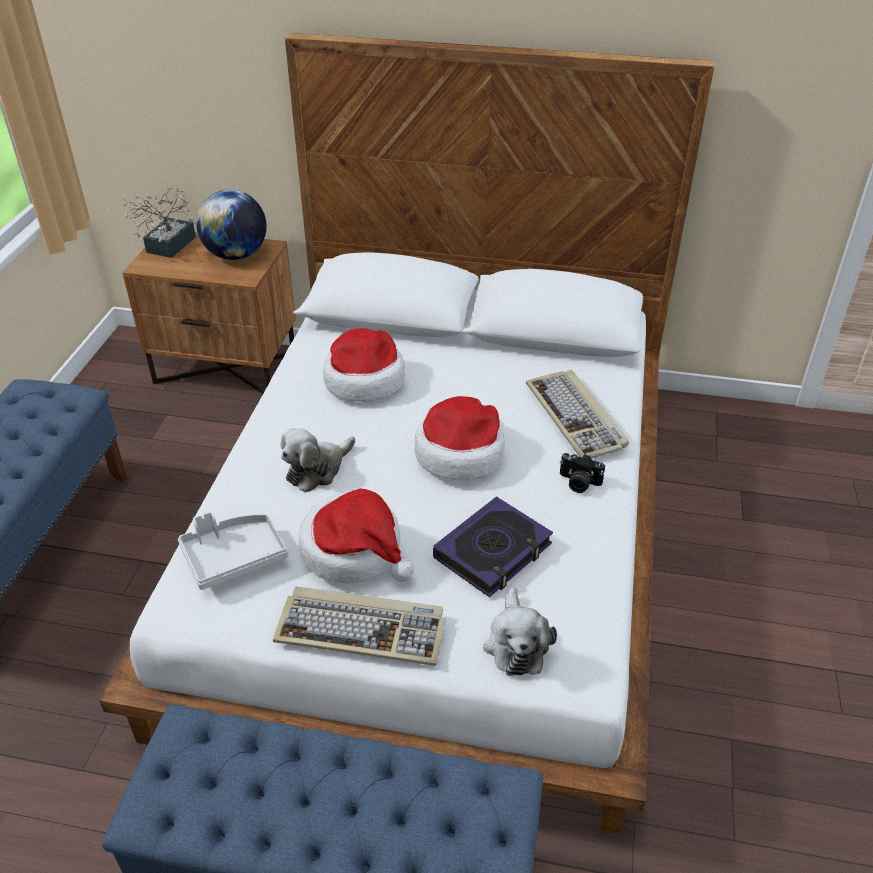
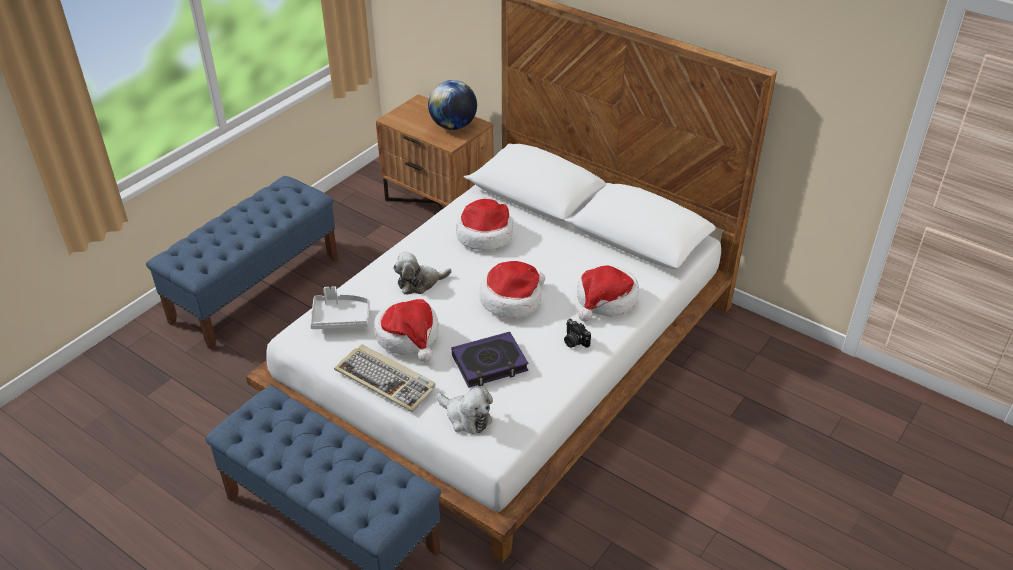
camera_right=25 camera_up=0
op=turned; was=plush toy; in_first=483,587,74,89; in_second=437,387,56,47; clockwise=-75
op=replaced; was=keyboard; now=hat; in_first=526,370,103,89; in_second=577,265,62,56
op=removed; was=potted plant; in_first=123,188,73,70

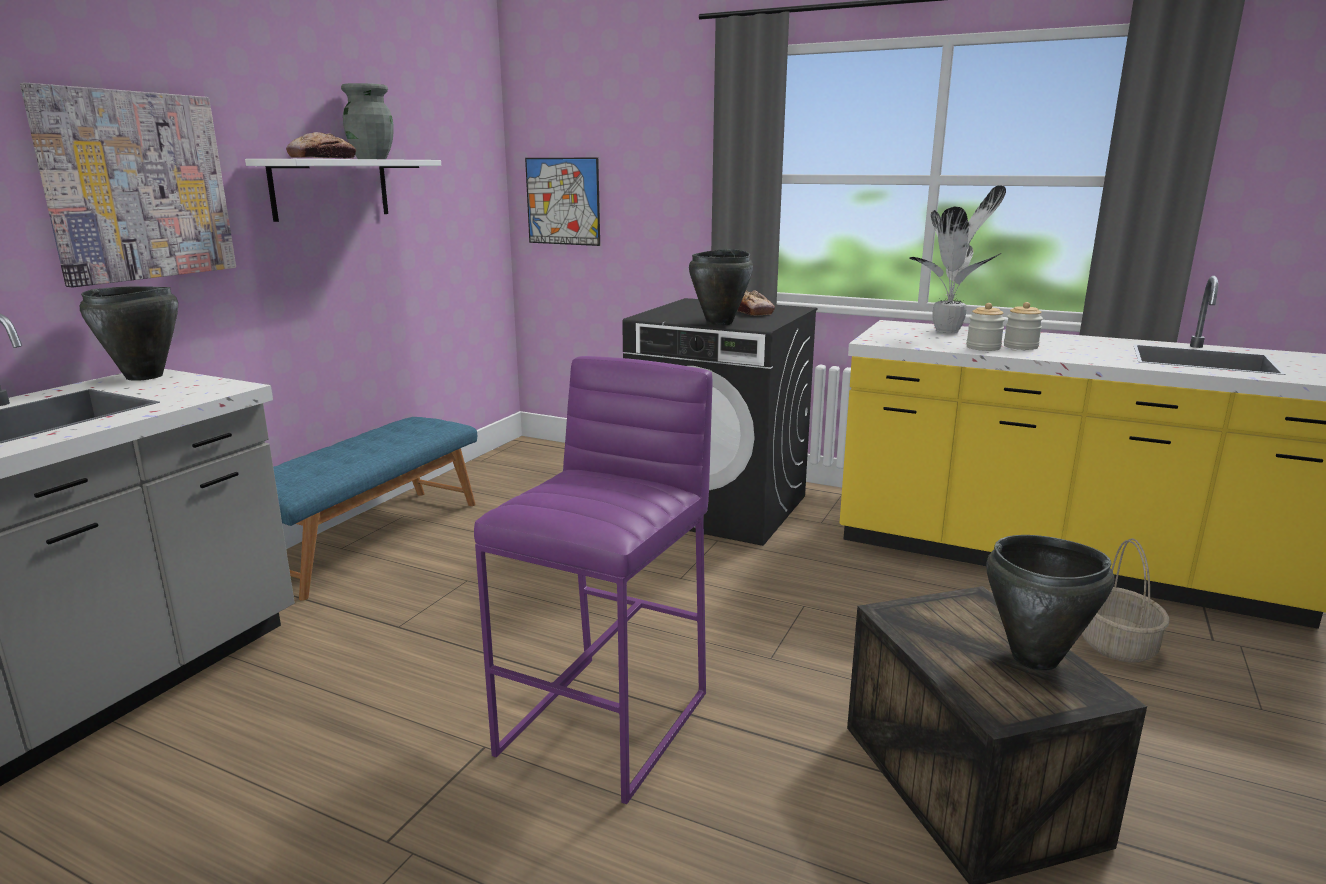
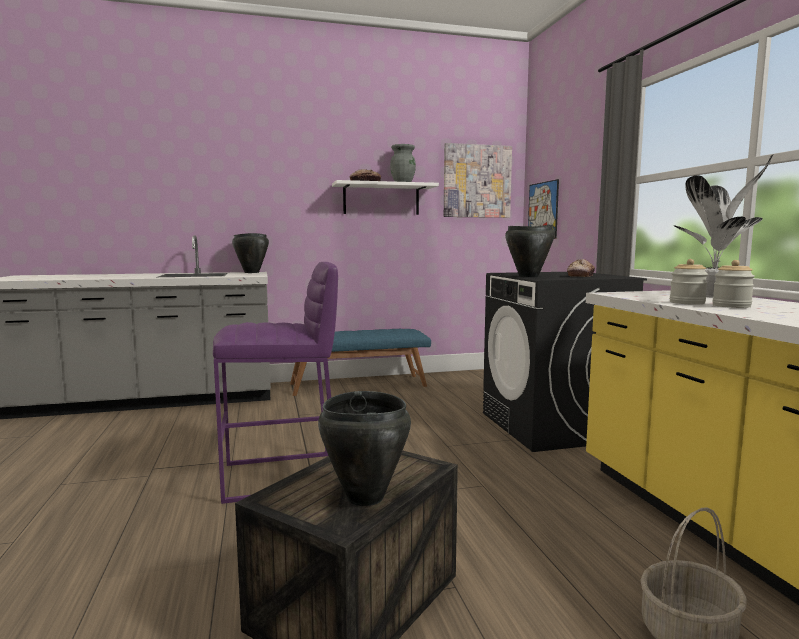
camera_right=50 camera_up=-10
op=moved; was=picture; in_first=20,83,216,204; in_second=444,143,68,75

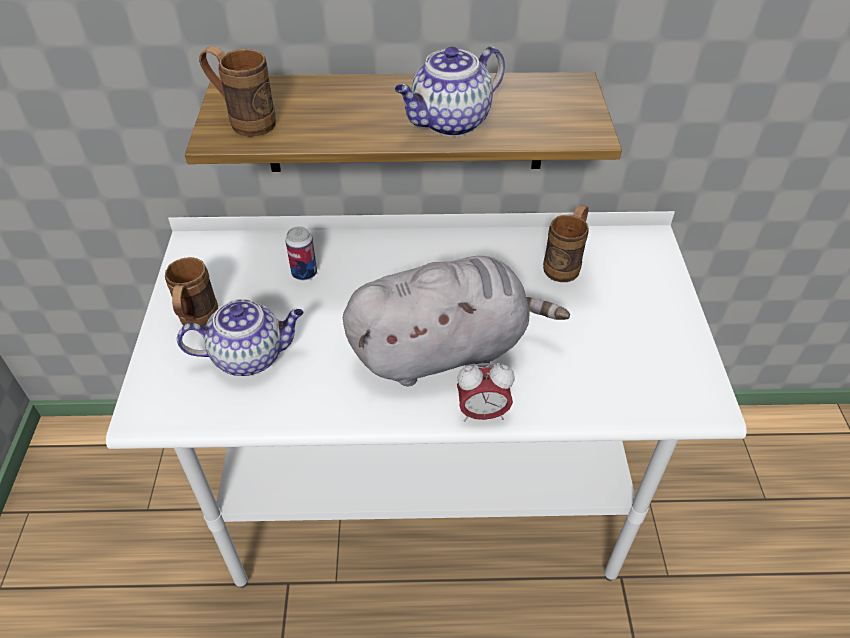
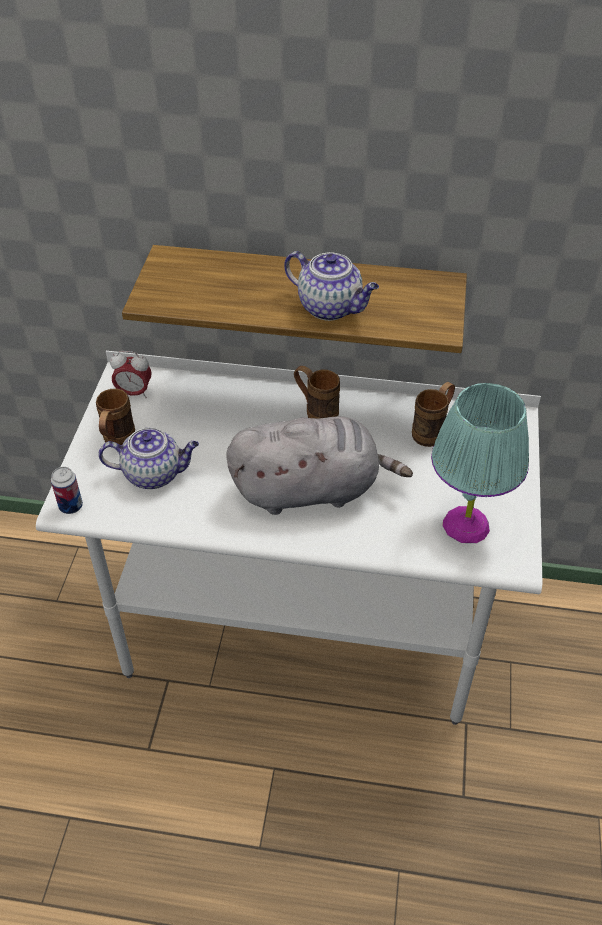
camera_right=10 camera_up=0
op=moved; was=can; in_first=285,226,32,54; in_second=51,467,32,47
op=moved; was=alarm clock; in_first=457,363,58,59; in_second=110,351,42,47
op=turned; was=teapot; in_first=395,46,110,91; in_second=284,251,95,70; clockwise=-120
op=moved; was=mug in brown; in_first=199,46,77,91; in_second=294,366,46,53
op=added; now=table lamp in turquoise; in_second=431,383,98,160

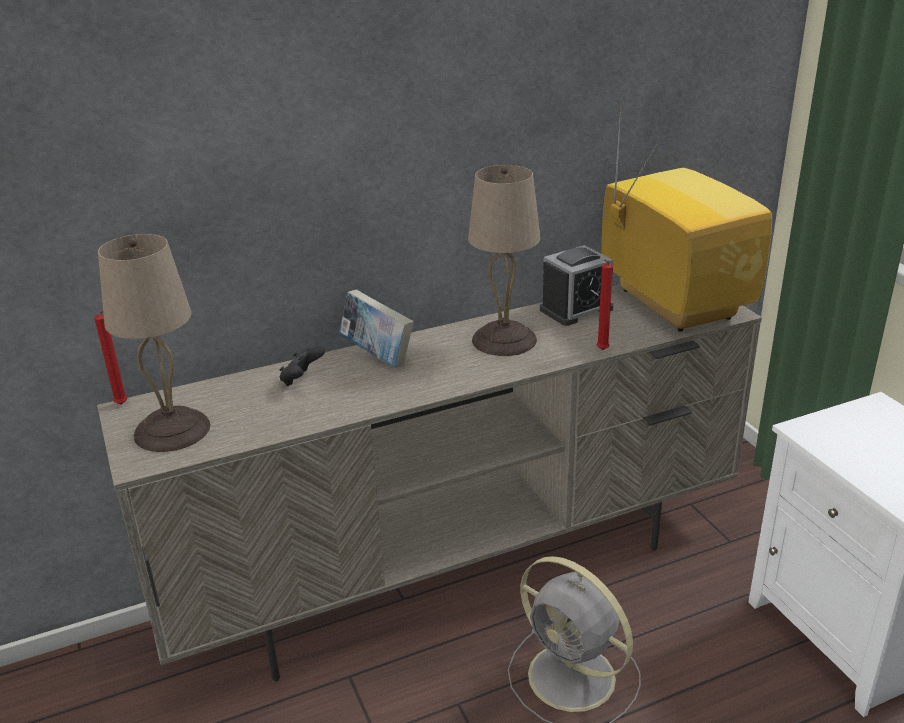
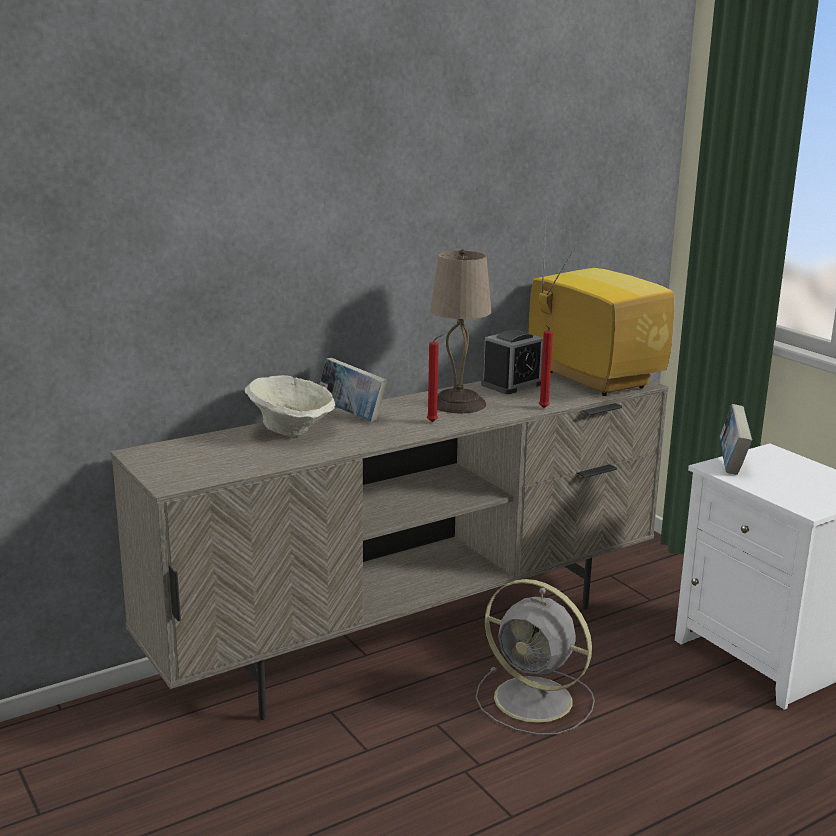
camera_right=-10 camera_up=-10
op=replaced; was=game controller in black; now=bowl in beige; in_first=279,346,46,40; in_second=245,375,90,61
op=moved; was=candle in red; in_first=94,310,34,95; in_second=427,334,17,88
op=added; now=book; in_second=719,404,33,71
op=removed; was=table lamp in beige; in_first=98,234,112,218

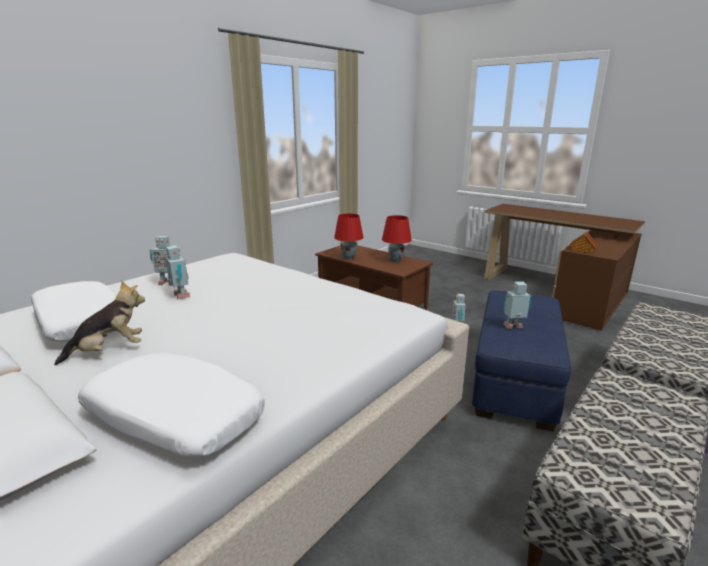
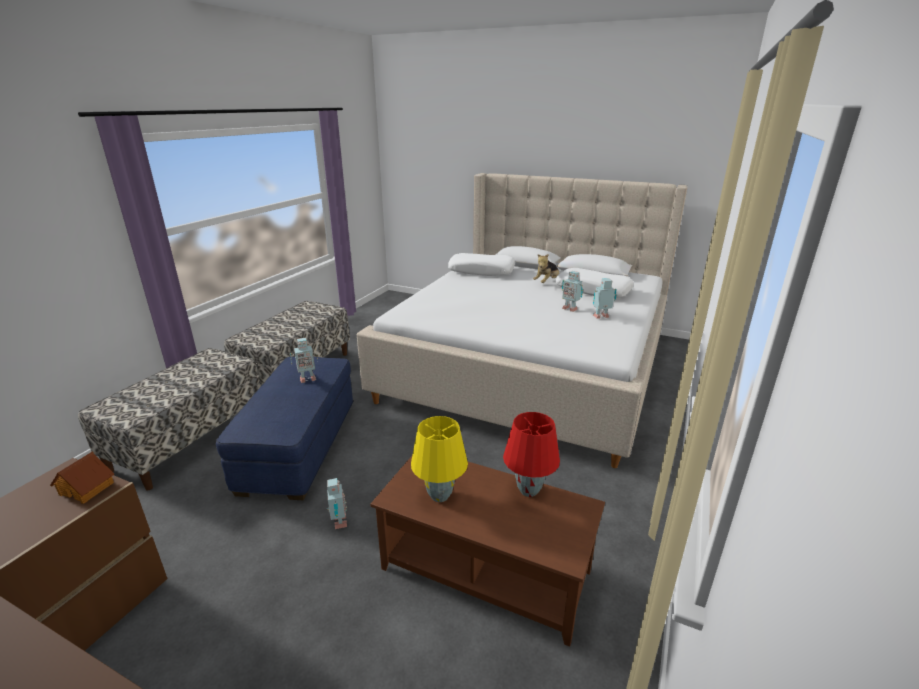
camera_right=165 camera_up=5
op=recoloured; was=table lamp in red; now=table lamp in yellow; in_first=382,215,30,47; in_second=411,416,57,86

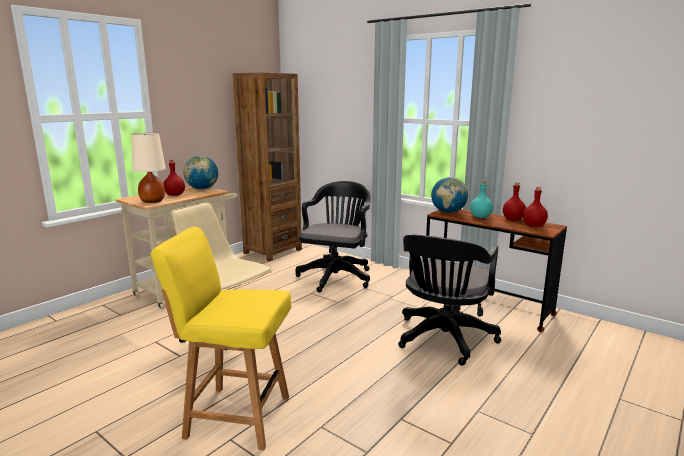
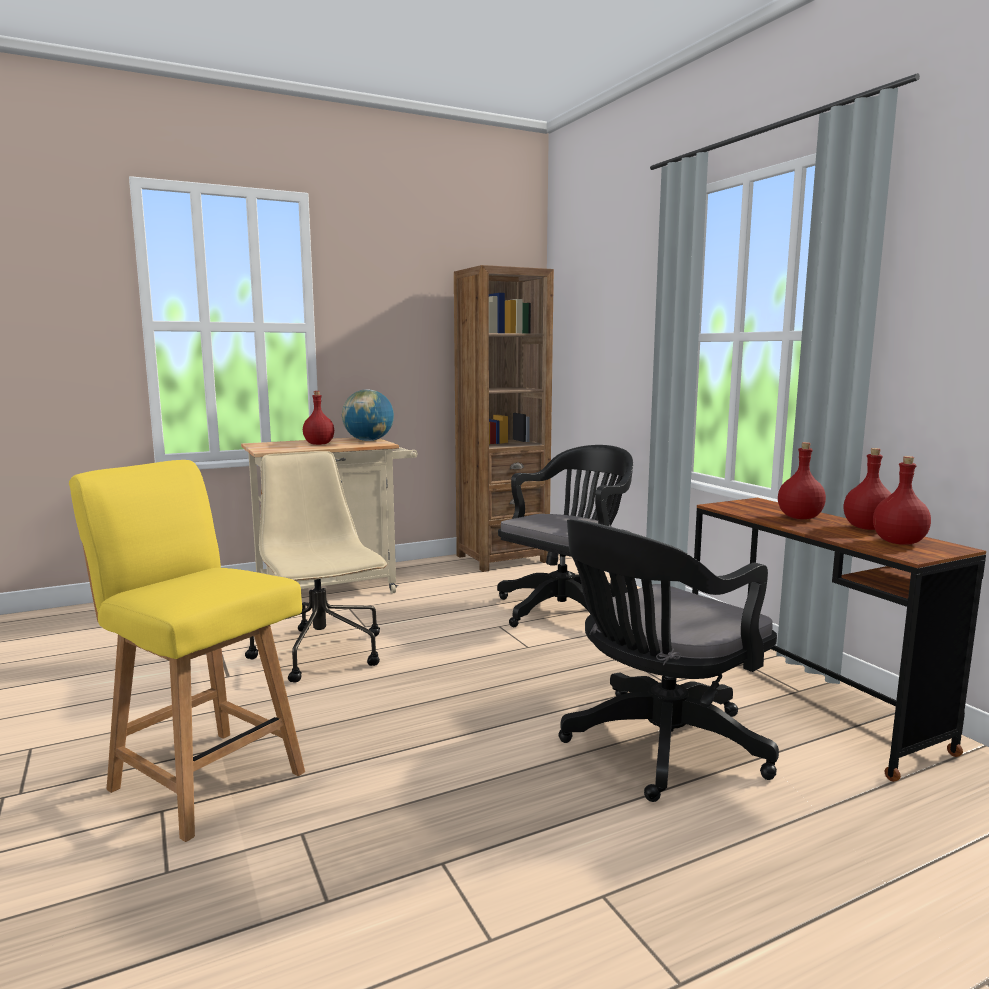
camera_right=25 camera_up=-5
op=recoloured; was=bottle in turquoise; now=bottle in red; in_first=470,180,23,38; in_second=778,442,48,77
op=removed; was=table lamp in beige; in_first=131,133,35,70
op=removed; was=globe; in_first=431,177,37,36

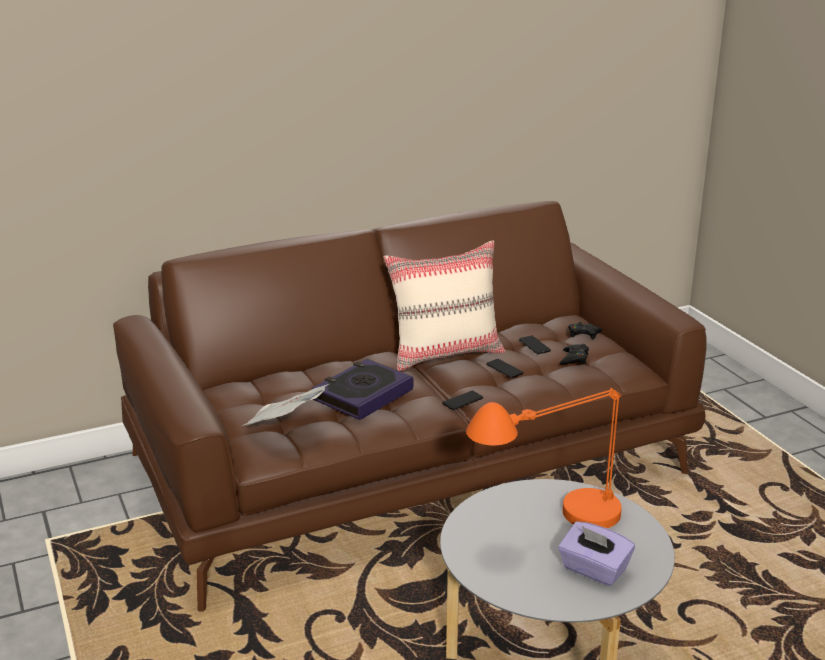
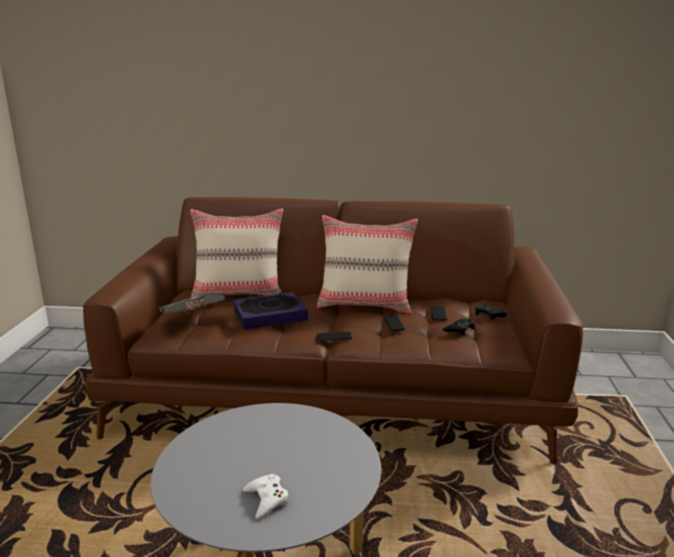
camera_right=30 camera_up=-5
op=added; now=pillow in beige; in_second=190,208,93,90
op=replaced; was=tissue box in purple; now=game controller in white; in_first=558,522,77,64; in_second=243,474,46,45
op=removed; was=table lamp in orange; in_first=466,388,156,140

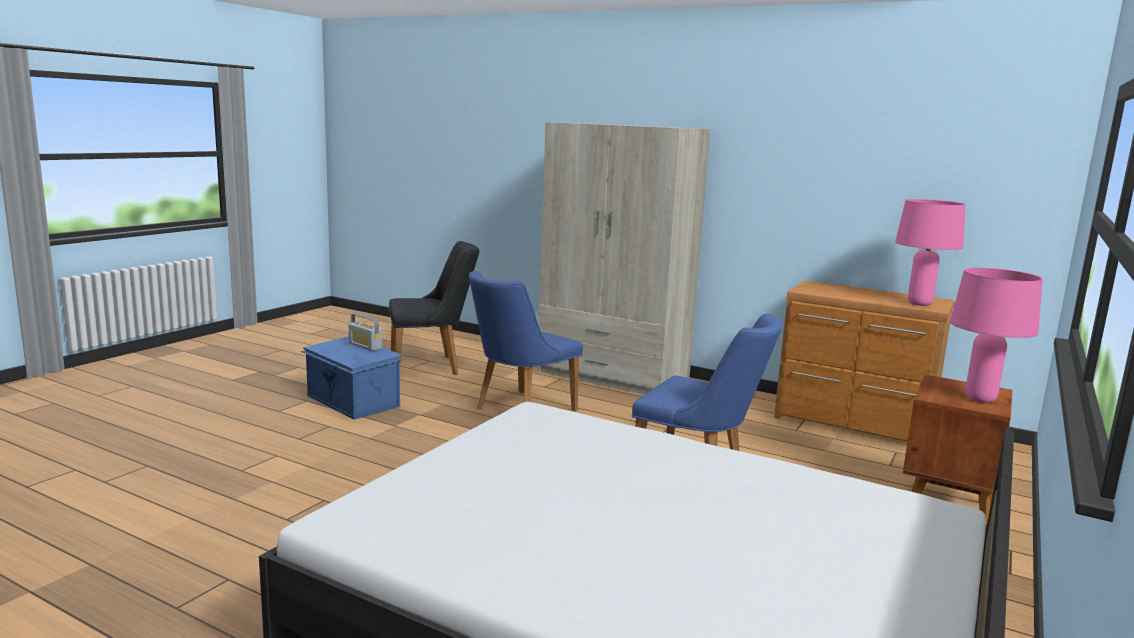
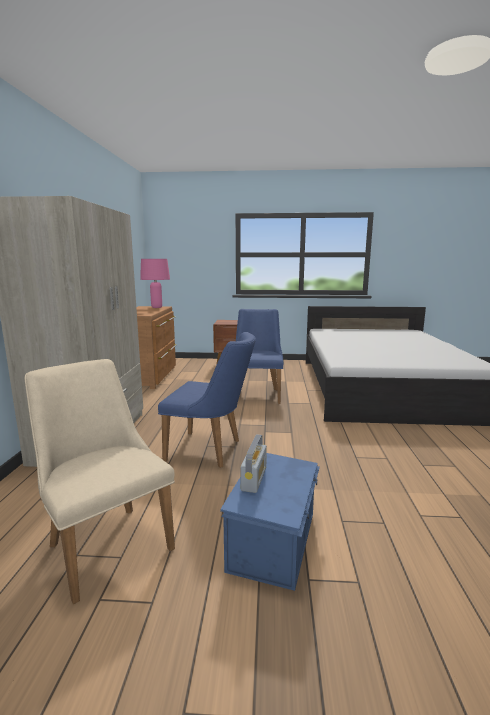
camera_right=-115 camera_up=0
op=recoloured; was=chair in black; now=chair in beige; in_first=389,241,91,134; in_second=25,359,150,246
op=removed; was=table lamp in pink; in_first=950,268,93,135

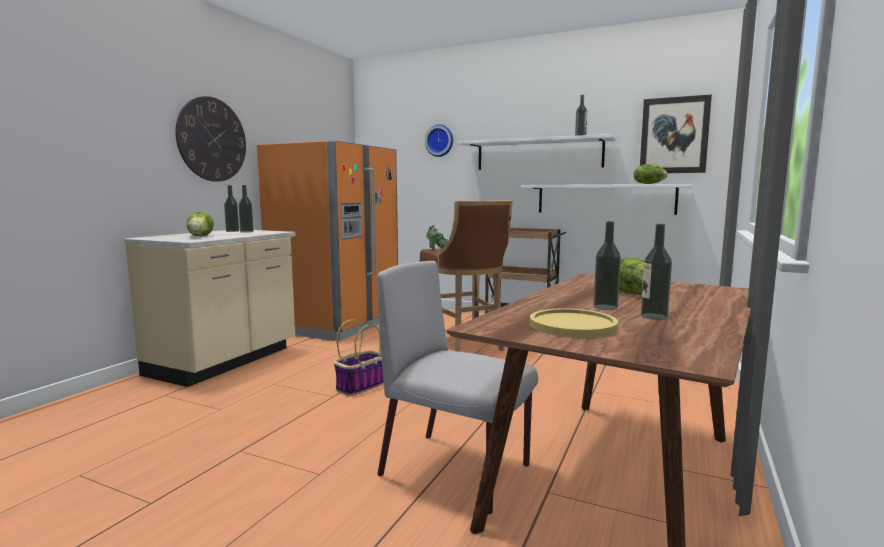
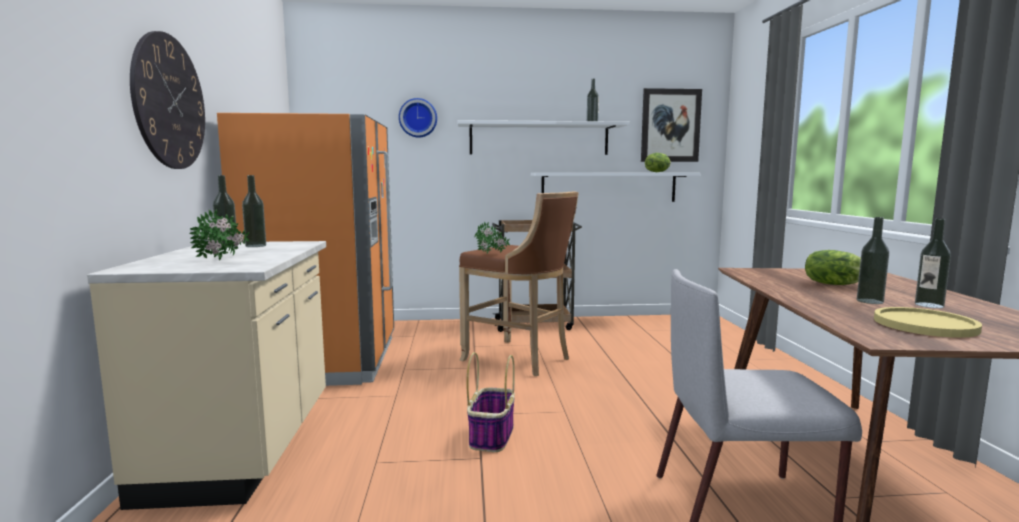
camera_right=-30 camera_up=0
op=replaced; was=lettuce; now=potted plant; in_first=187,212,27,24; in_second=190,209,60,51

